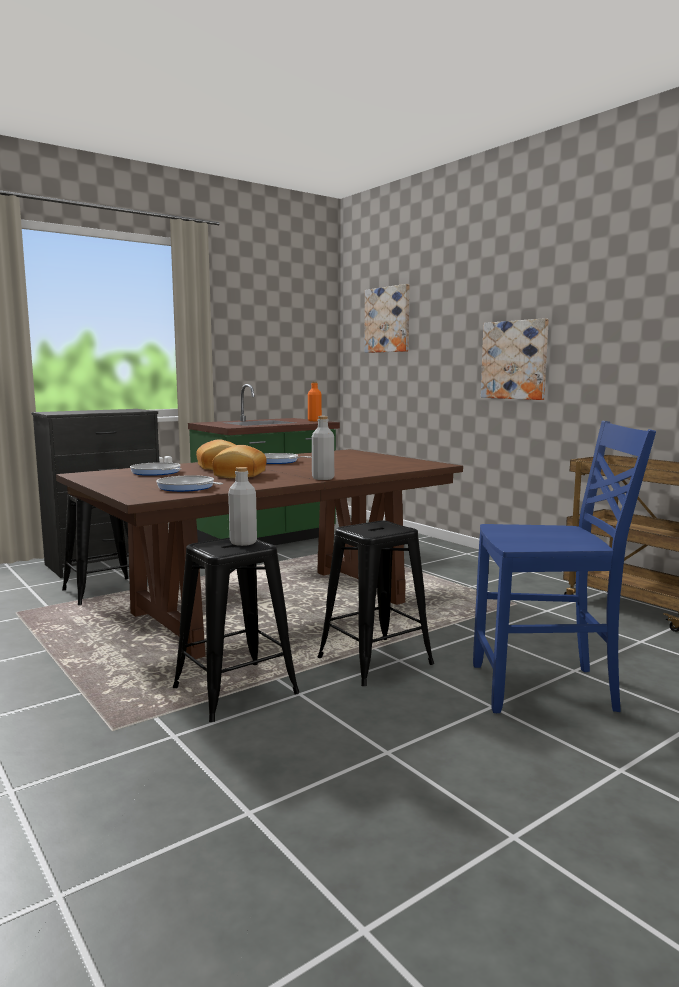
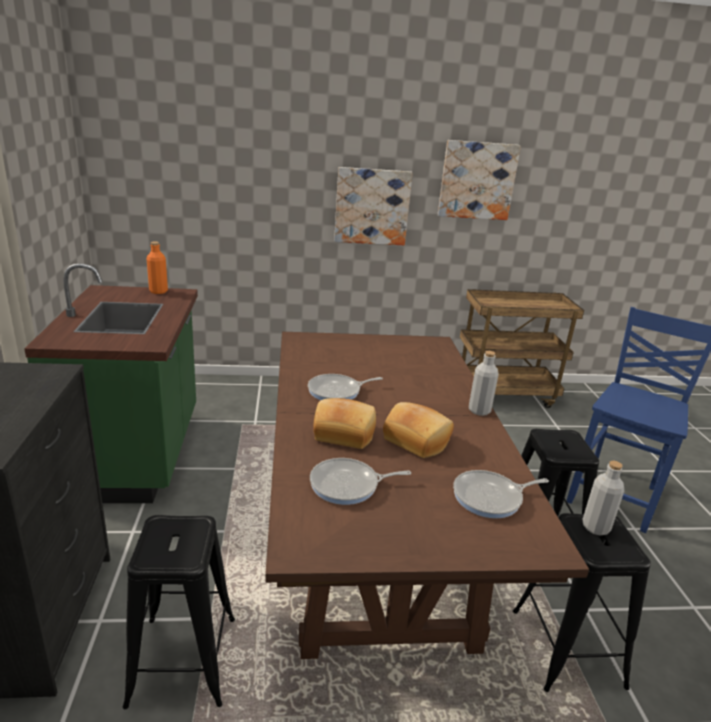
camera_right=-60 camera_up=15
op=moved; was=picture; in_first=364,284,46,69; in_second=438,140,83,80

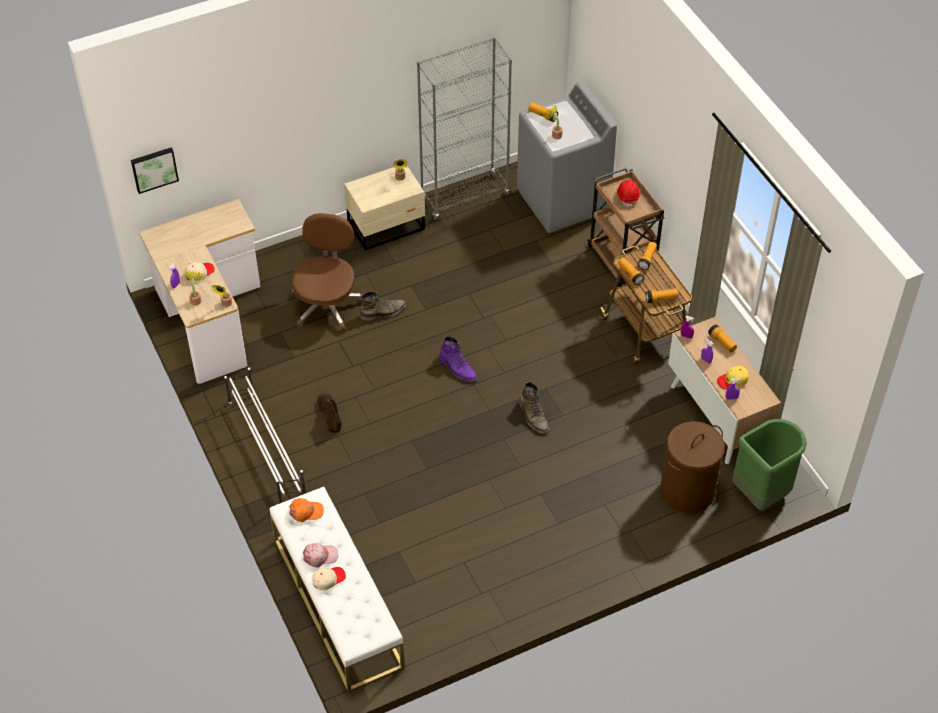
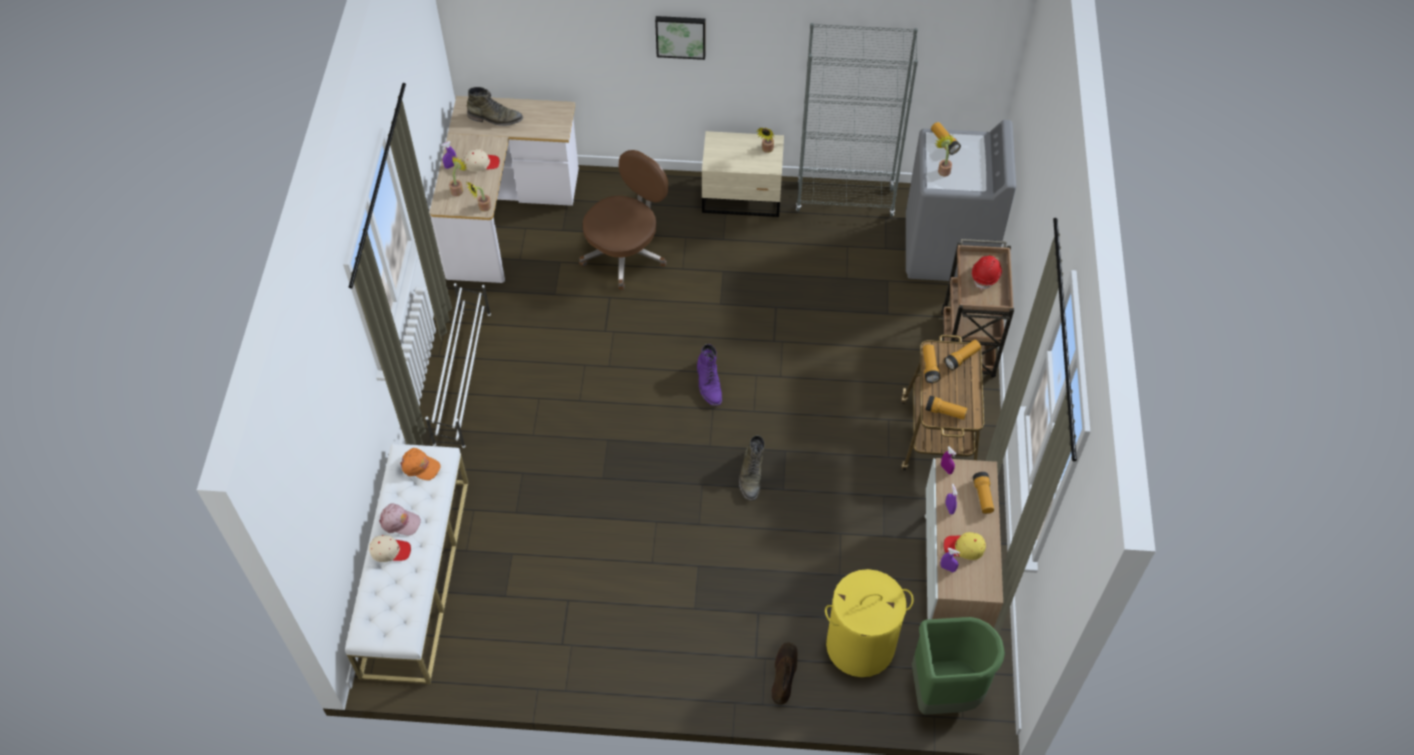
camera_right=30 camera_up=5
op=moved; was=boot in green; in_first=360,291,46,30; in_second=467,87,56,39
op=moved; was=picture; in_first=131,147,48,47; in_second=655,16,50,44
op=moved; was=boot in brown; in_first=318,393,24,40; in_second=771,642,27,63
op=recoloured; was=laundry basket in brown; now=laundry basket in yellow; in_first=660,421,65,92; in_second=825,569,89,108

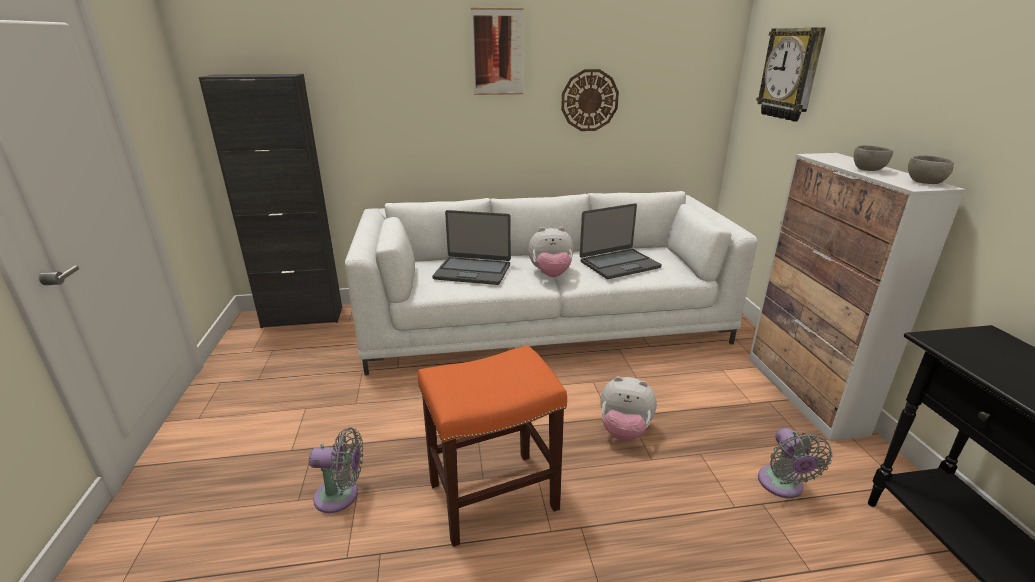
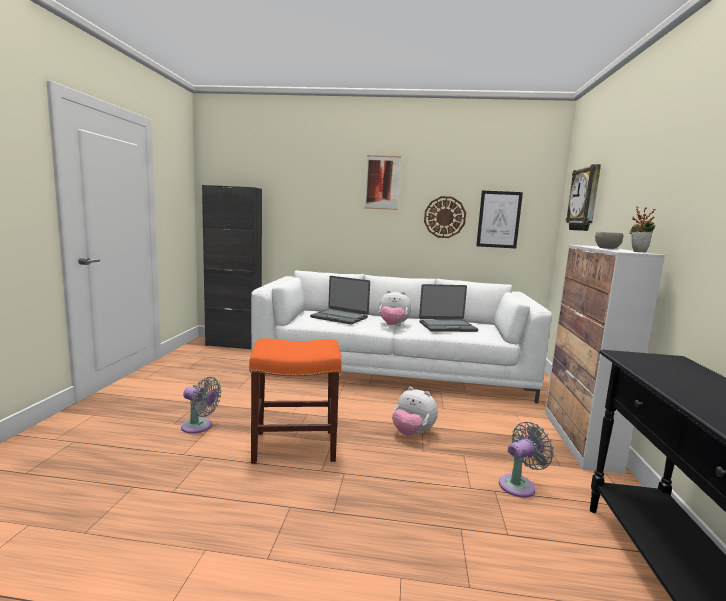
camera_right=15 camera_up=-15
op=added; now=picture; in_second=476,191,47,58
op=turned; was=fan in grey; in_first=758,428,75,70; in_second=499,422,55,76; clockwise=-135
op=replaced; was=bowl in grey; now=potted plant; in_first=908,155,46,29; in_second=629,206,27,46

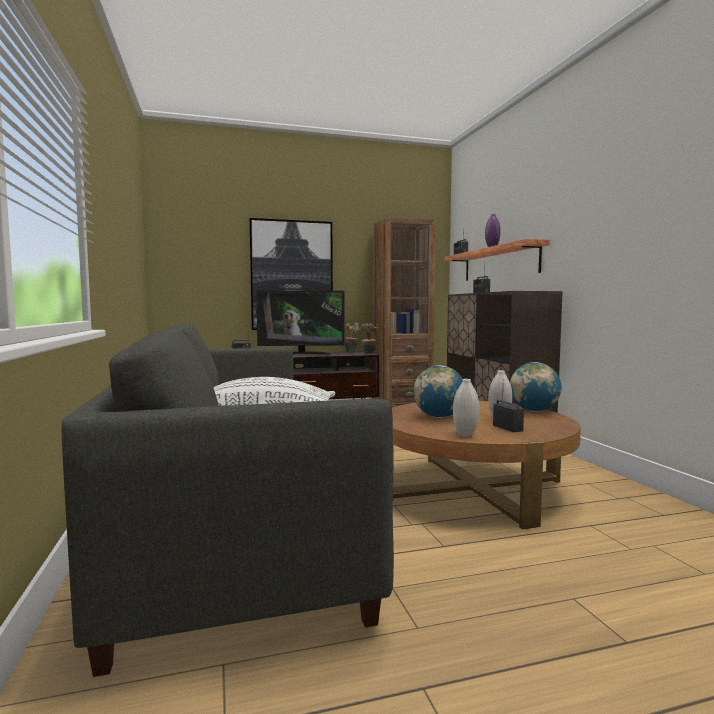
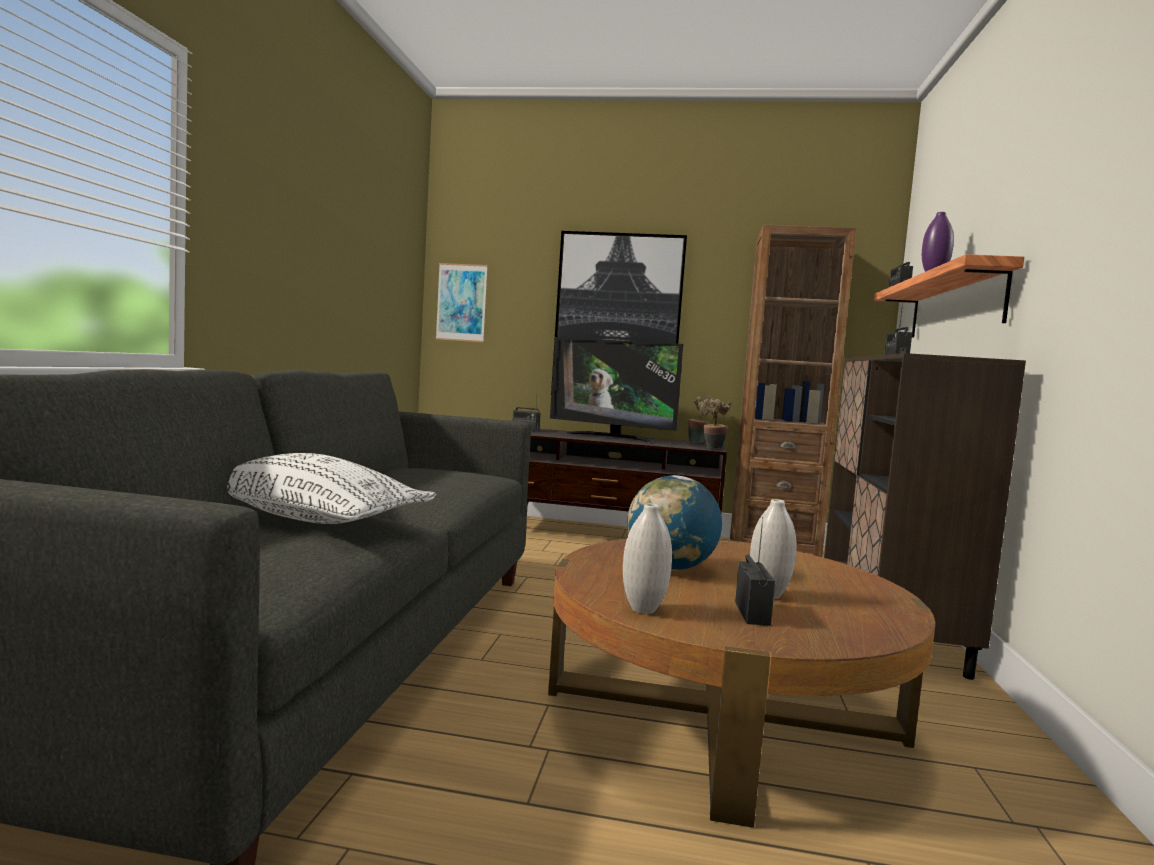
camera_right=25 camera_up=0
op=added; now=picture; in_second=436,263,52,79
op=removed; was=globe; in_first=510,362,52,50

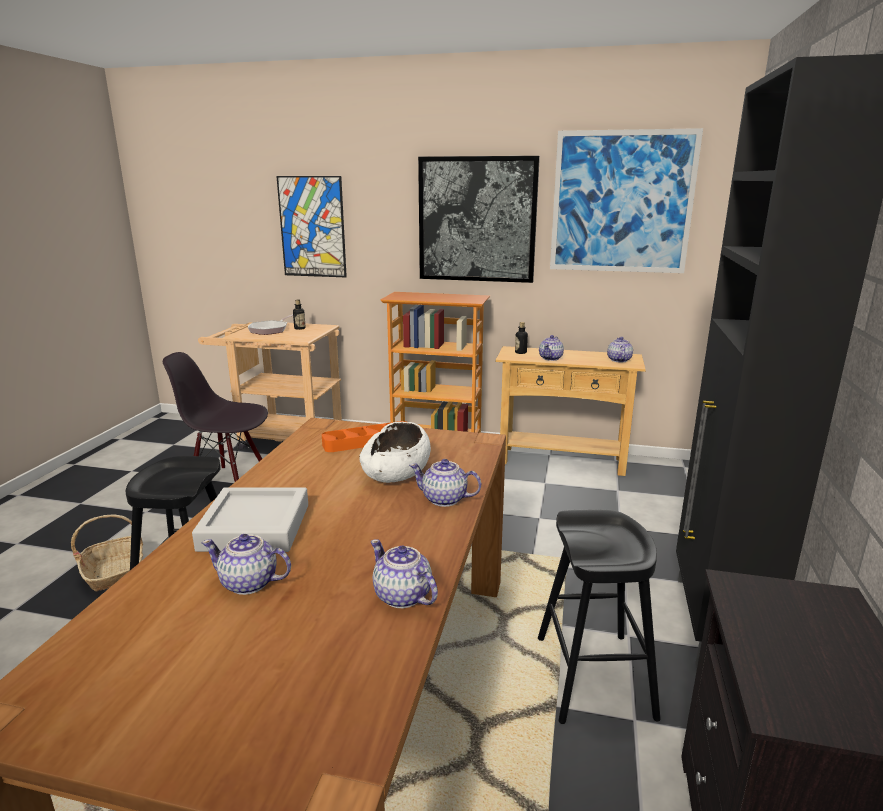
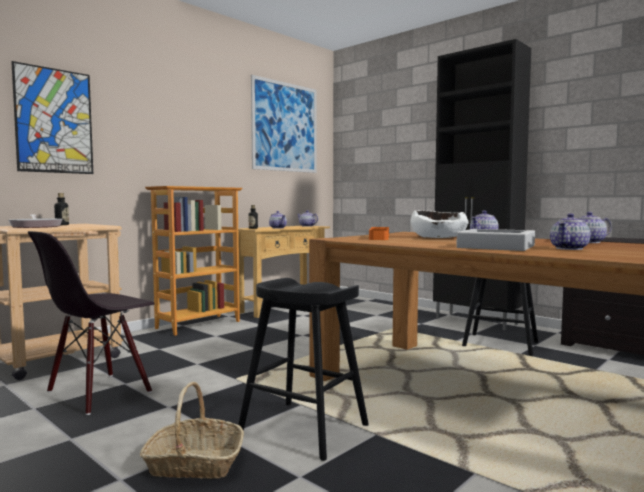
camera_right=-60 camera_up=-15
op=removed; was=picture; in_first=418,156,122,127

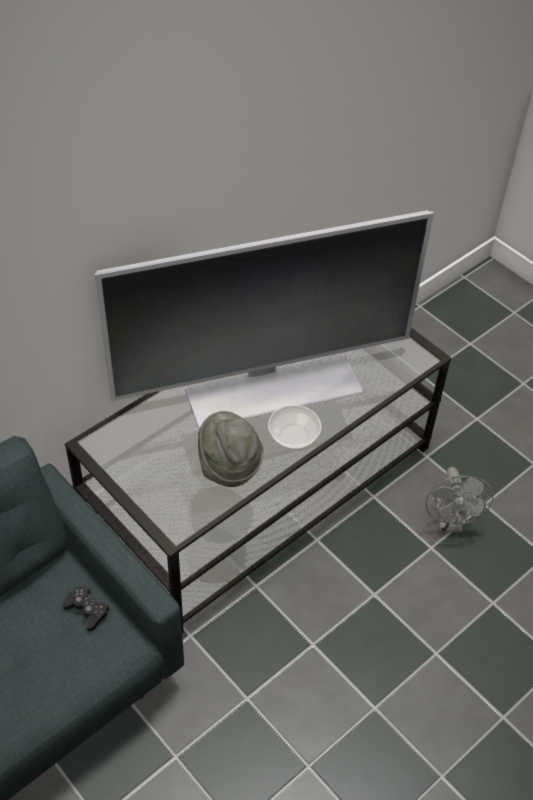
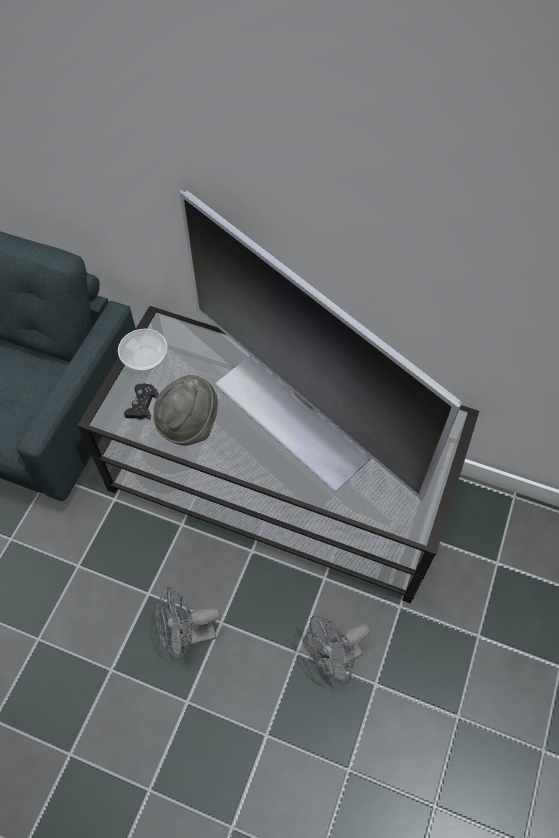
camera_right=65 camera_up=10
op=moved; was=bowl; in_first=268,405,53,45; in_second=118,329,50,43
op=moved; was=game controller in black; in_first=63,585,47,46; in_second=124,383,35,37
op=added; now=fan in grey; in_second=156,587,64,72

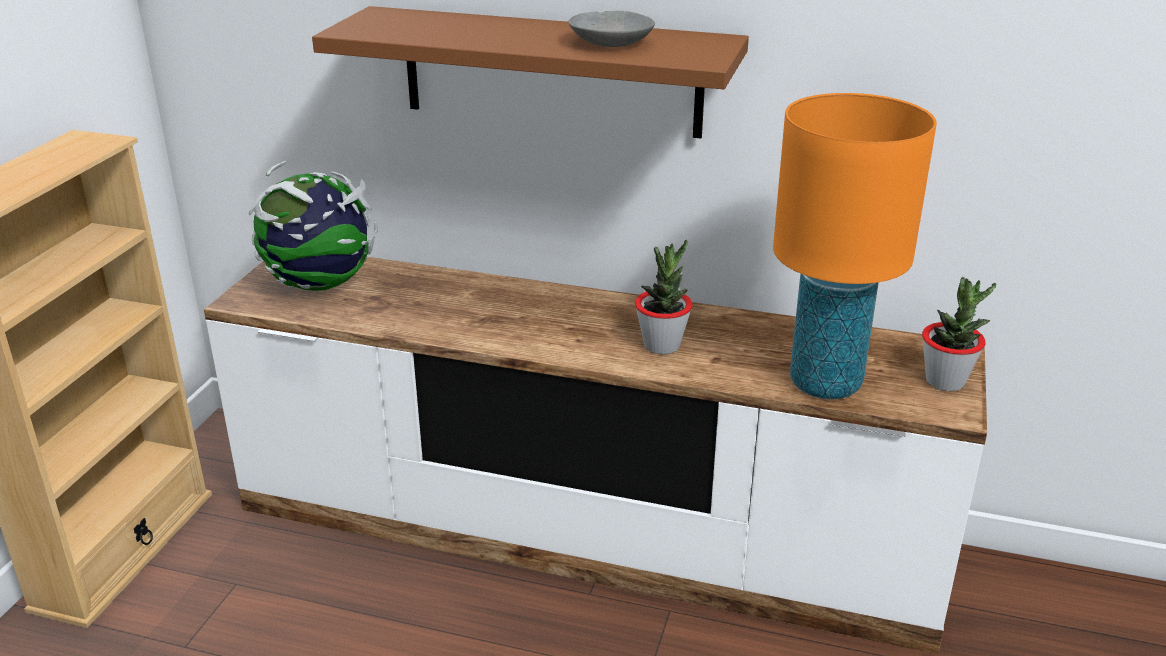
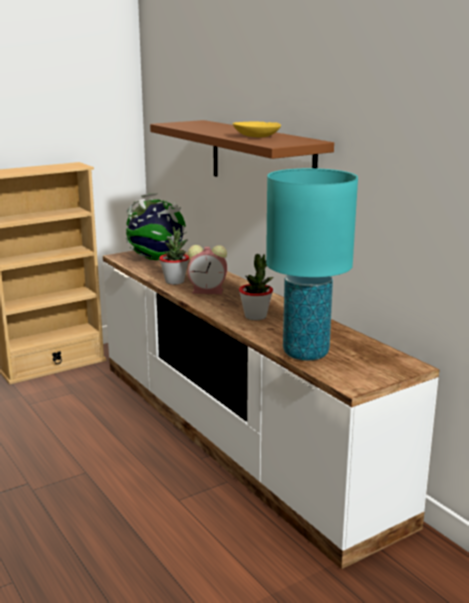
camera_right=40 camera_up=-10
op=moved; was=potted plant; in_first=922,277,74,114; in_second=159,226,30,59
op=added; now=alarm clock; in_second=187,245,40,49
op=recoloured; was=bowl in grey; now=bowl in yellow; in_first=568,11,87,36; in_second=233,121,48,16
op=recoloured; was=table lamp in orange; now=table lamp in turquoise; in_first=773,93,164,307; in_second=266,168,92,193

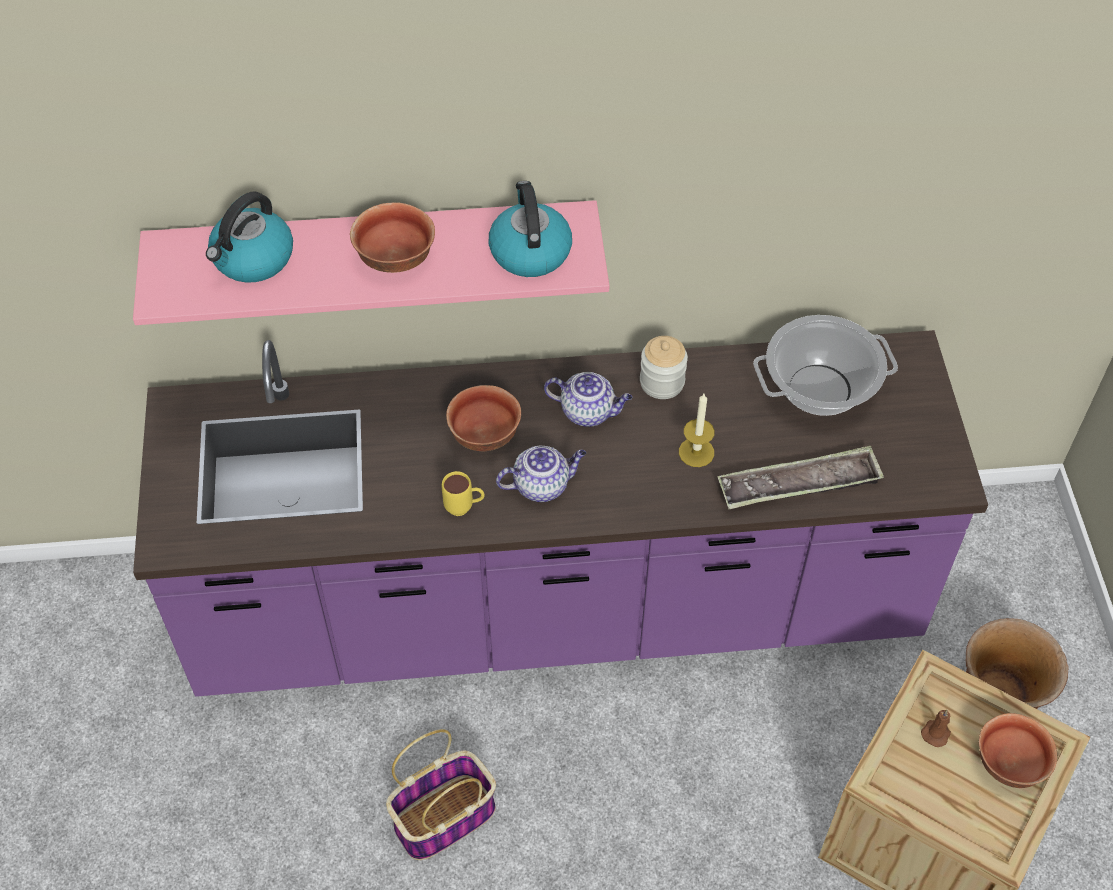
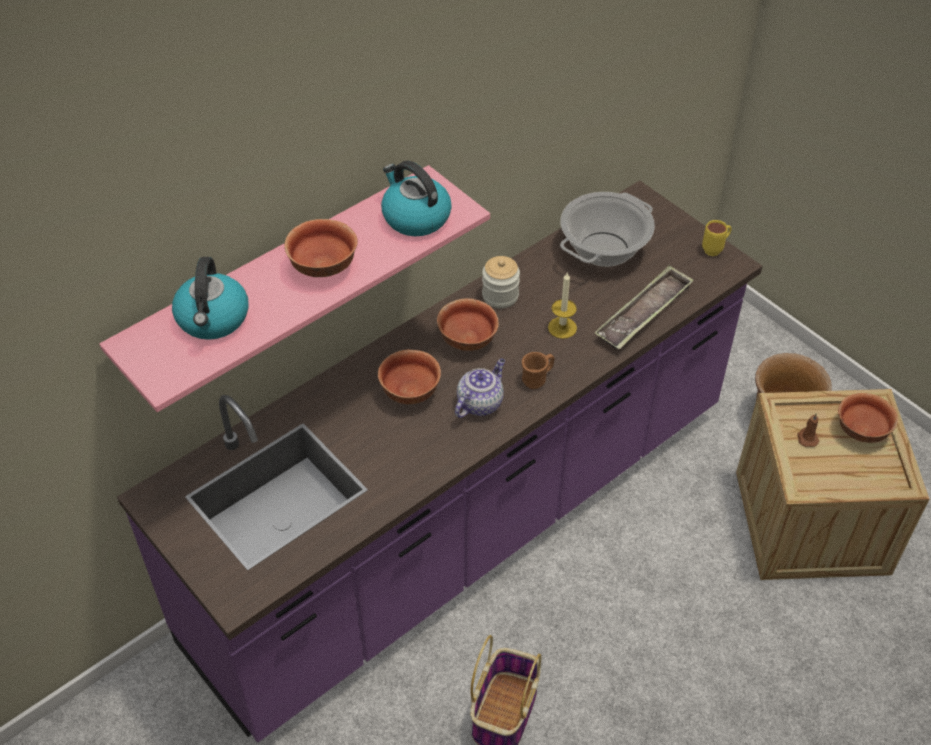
camera_right=-35 camera_up=-5
op=replaced; was=teapot; now=bowl; in_first=544,372,88,55; in_second=437,299,62,52
op=added; now=mug in brown; in_second=522,352,32,37
op=moved; was=mug in yellow; in_first=442,471,43,45; in_second=702,220,30,36

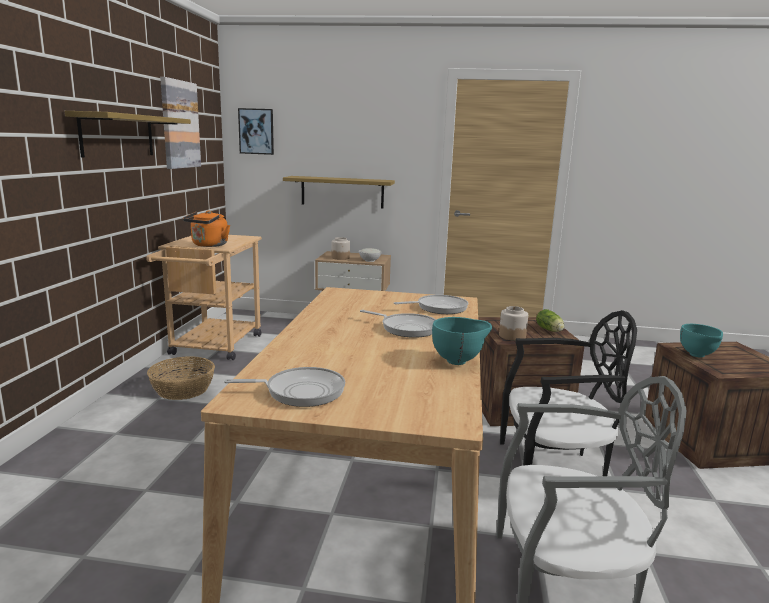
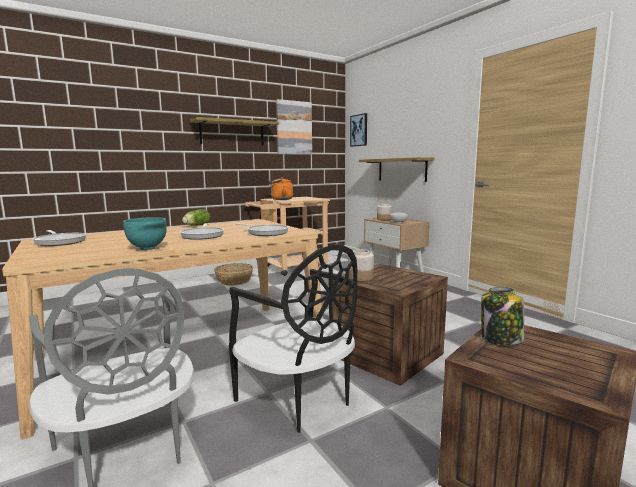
camera_right=50 camera_up=-5
op=moved; was=lettuce; in_first=536,309,28,23; in_second=182,209,28,17
op=replaced; was=bowl in turquoise; now=jar; in_first=680,324,43,34; in_second=481,287,43,58

